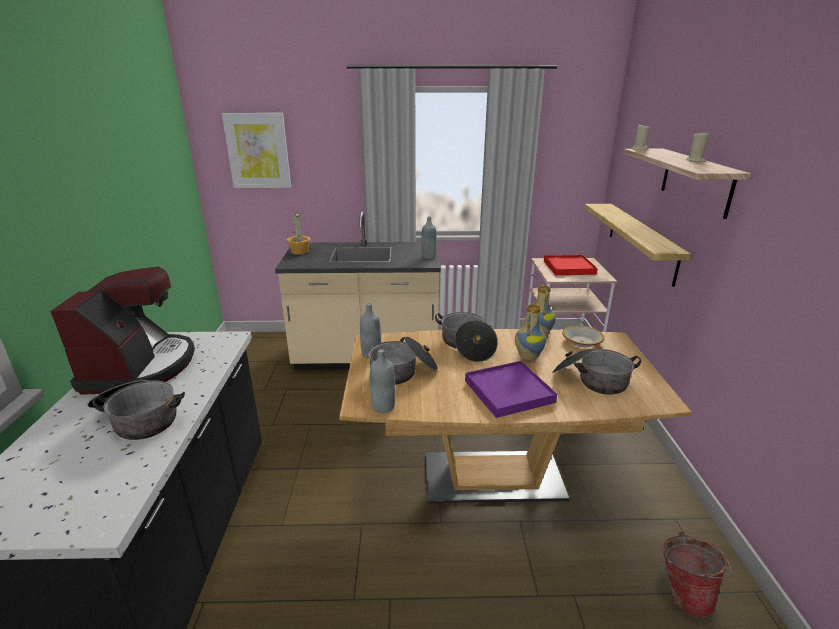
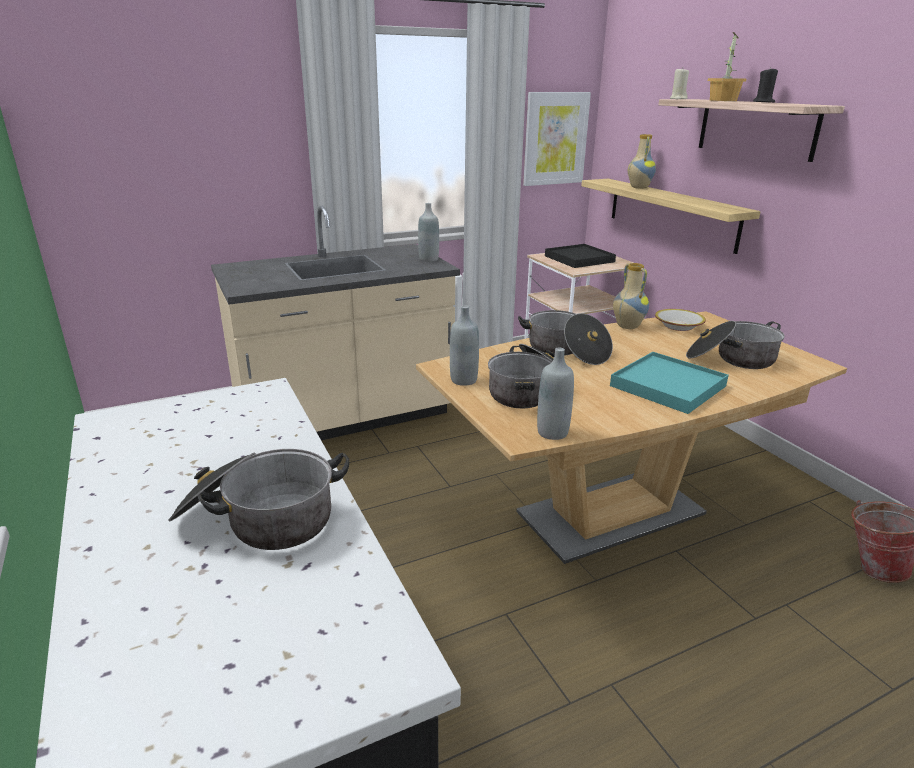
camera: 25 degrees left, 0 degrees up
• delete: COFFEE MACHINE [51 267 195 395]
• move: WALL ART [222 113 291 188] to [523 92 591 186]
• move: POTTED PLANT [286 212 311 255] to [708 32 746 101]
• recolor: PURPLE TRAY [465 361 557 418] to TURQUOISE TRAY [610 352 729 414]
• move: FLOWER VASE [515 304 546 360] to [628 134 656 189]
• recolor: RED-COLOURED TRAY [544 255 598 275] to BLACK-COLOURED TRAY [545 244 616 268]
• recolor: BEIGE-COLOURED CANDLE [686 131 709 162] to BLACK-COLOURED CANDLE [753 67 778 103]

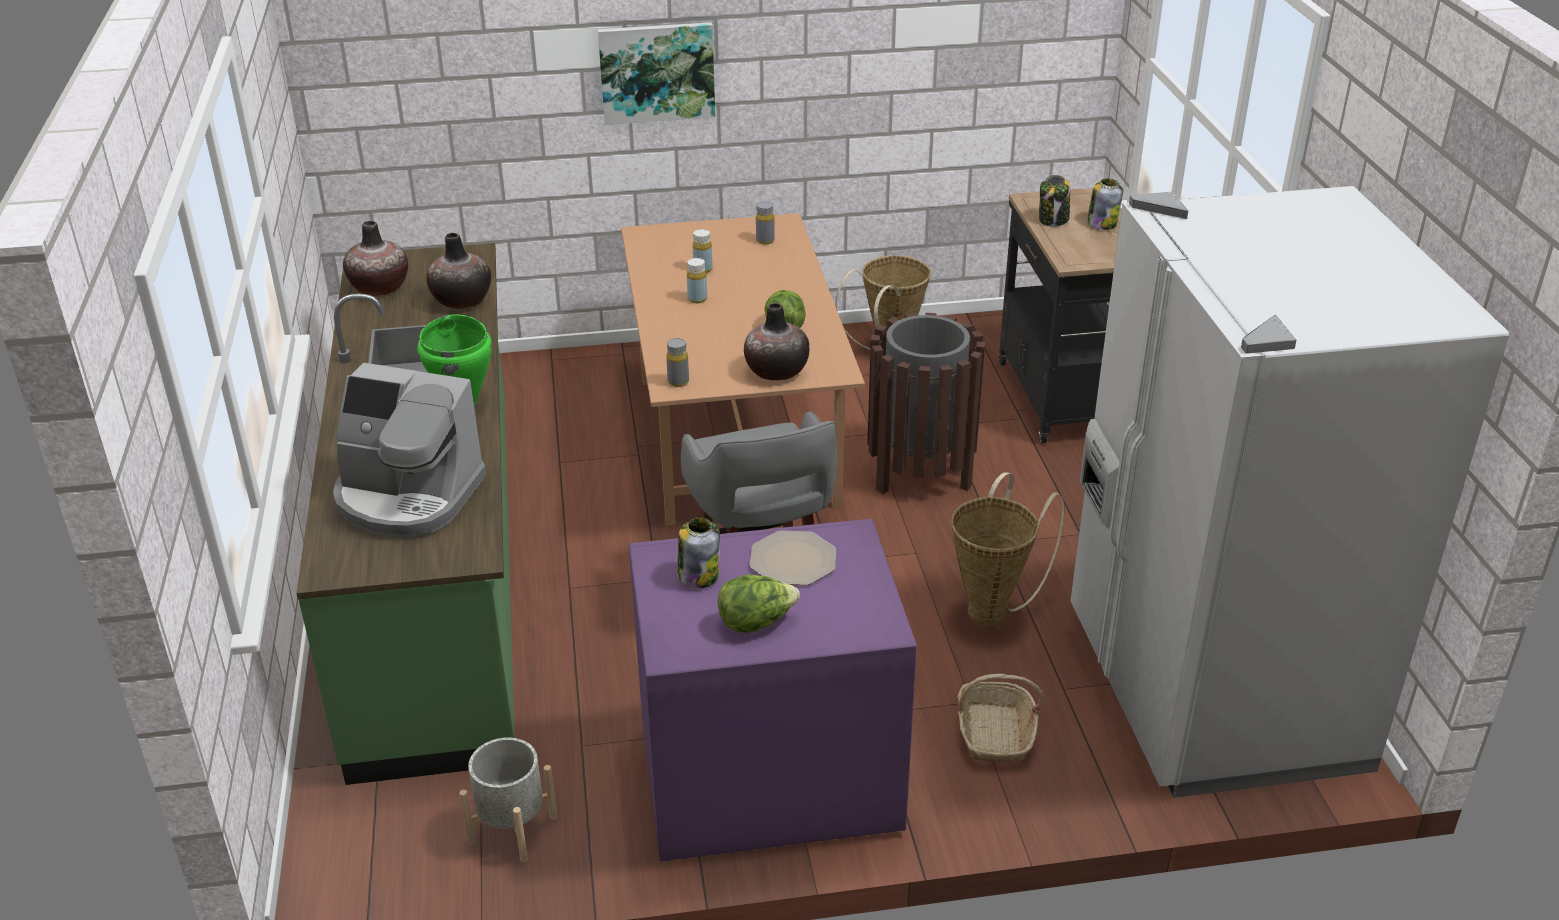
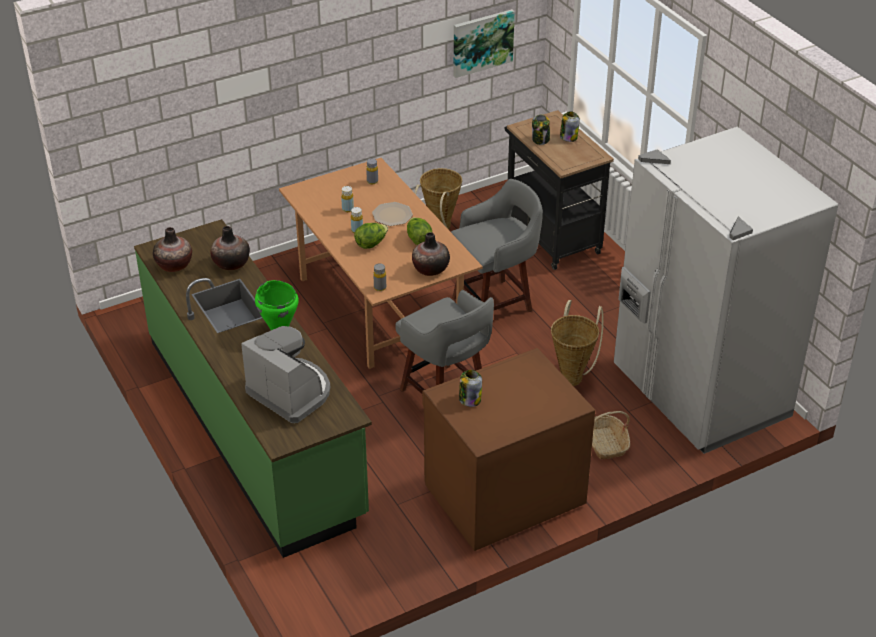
camera: 20 degrees left, 5 degrees up
• rotate: COFFEE MACHINE [333 363 486 537] = [241 326 330 423] 135 degrees counterclockwise
• delete: GRAY PLANTER [460 737 557 862]
• move: WALL ART [598 22 715 125] to [453 9 515 78]
• recolor: PURPLE LAUNDRY MACHINE [629 519 917 862] to BROWN-COLOURED LAUNDRY MACHINE [422 348 595 551]
• move: LETTUCE HEAD [718 574 800 633] to [354 223 388 249]
• move: PLATE [749 531 836 585] to [372 202 413 226]
• replace: BROWN-COLOURED TRASH CAN [867 313 985 494] to GRAY STOOL SEAT [451 179 543 312]

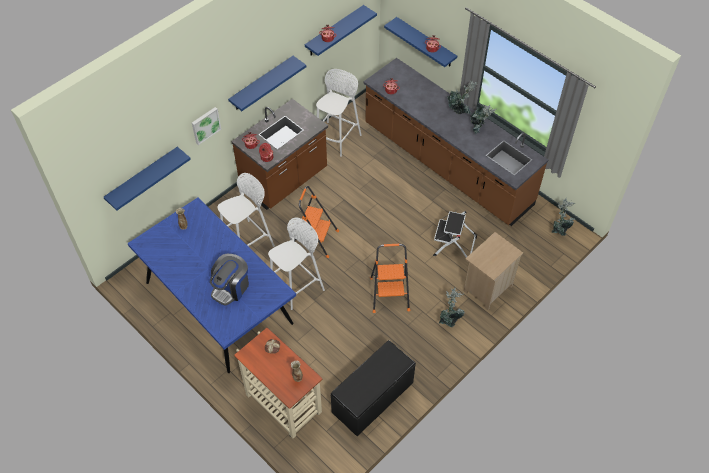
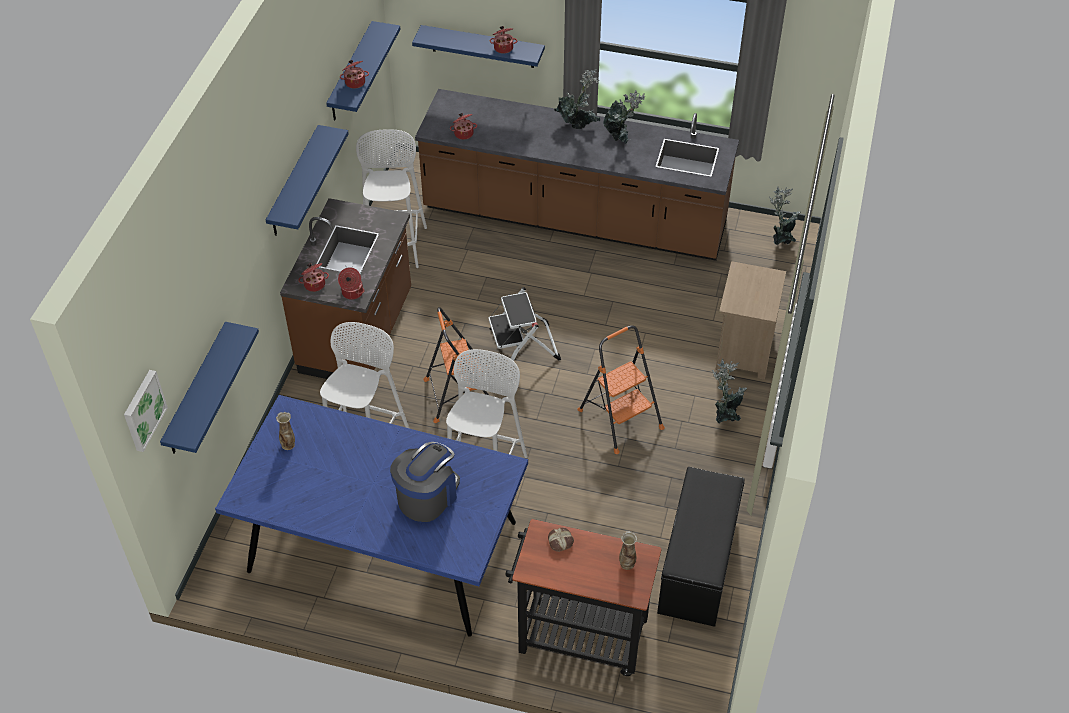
camera: 30 degrees left, 5 degrees down
• move: WALL ART [192 107 221 145] to [124 370 168 452]
• rotate: COFFEE MACHINE [210 254 249 306] = [390 442 460 522] 150 degrees counterclockwise
• recolor: BEIGE-COLOURED TROLLEY [234 328 322 438] to BLACK-COLOURED TROLLEY [505 519 662 676]
• move: STEP LADDER [433 211 477 258] to [489 287 561 369]

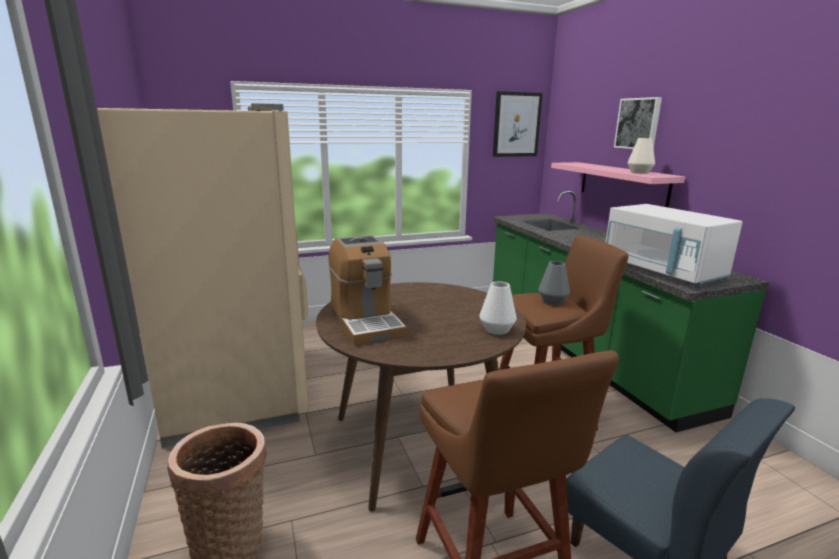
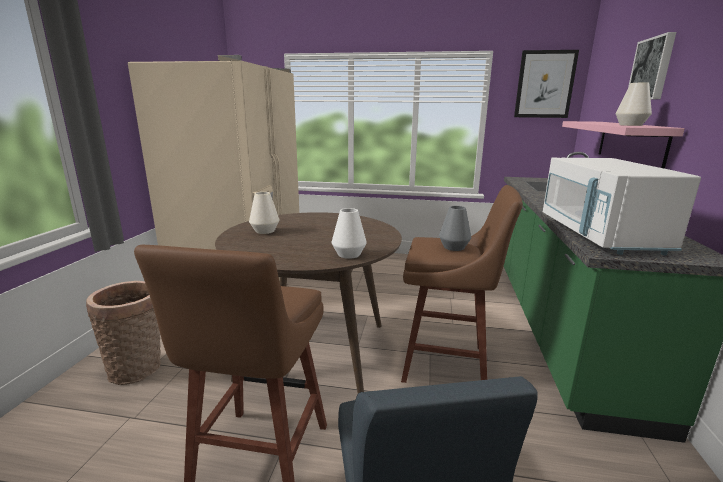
camera: 30 degrees right, 0 degrees up
• replace: COFFEE MACHINE [329 235 407 345] to WHITE-COLOURED FLOWER VASE [249 192 279 234]

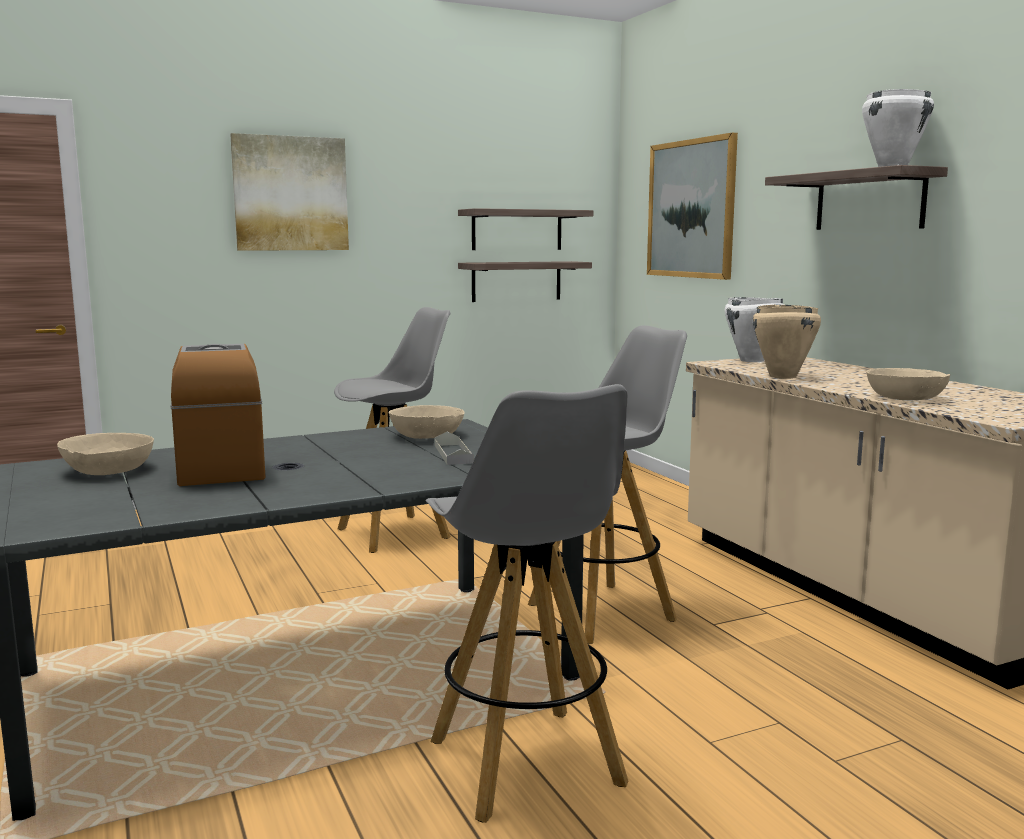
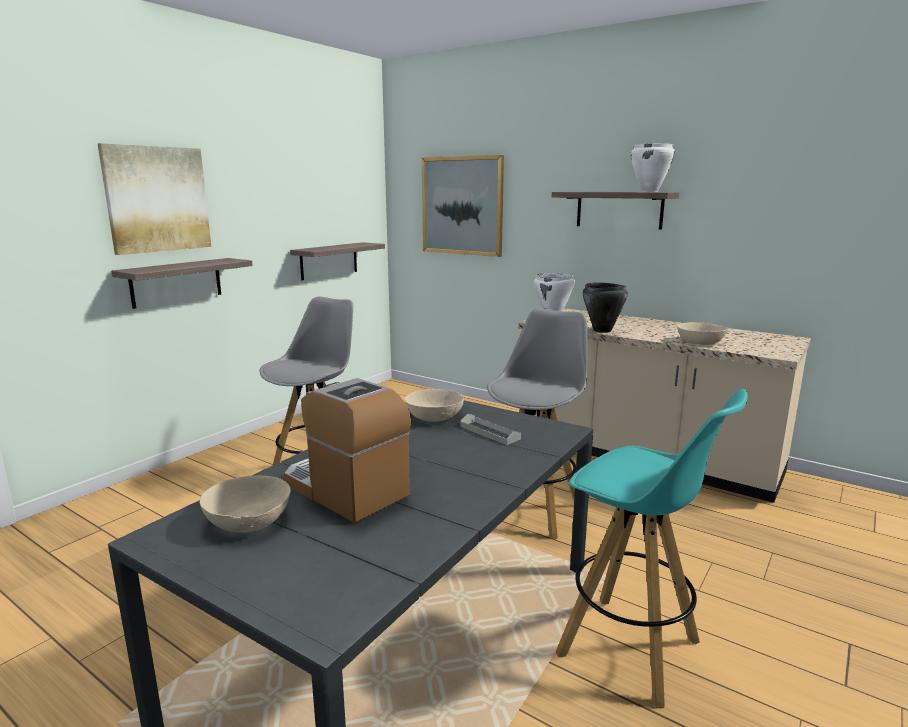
camera: 30 degrees left, 5 degrees up
• recolor: GRAY STOOL SEAT [426 384 628 823] to TURQUOISE STOOL SEAT [556 389 748 708]
• move: SHELF [458 208 593 250] to [111 258 253 309]
• recolor: BEIGE-COLOURED COOKING POT [753 304 821 379] to BLACK-COLOURED COOKING POT [583 282 628 333]

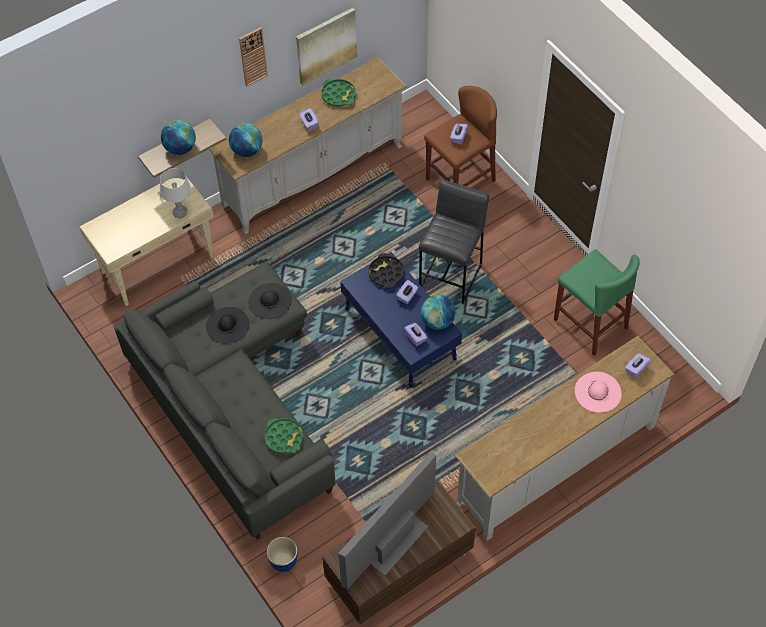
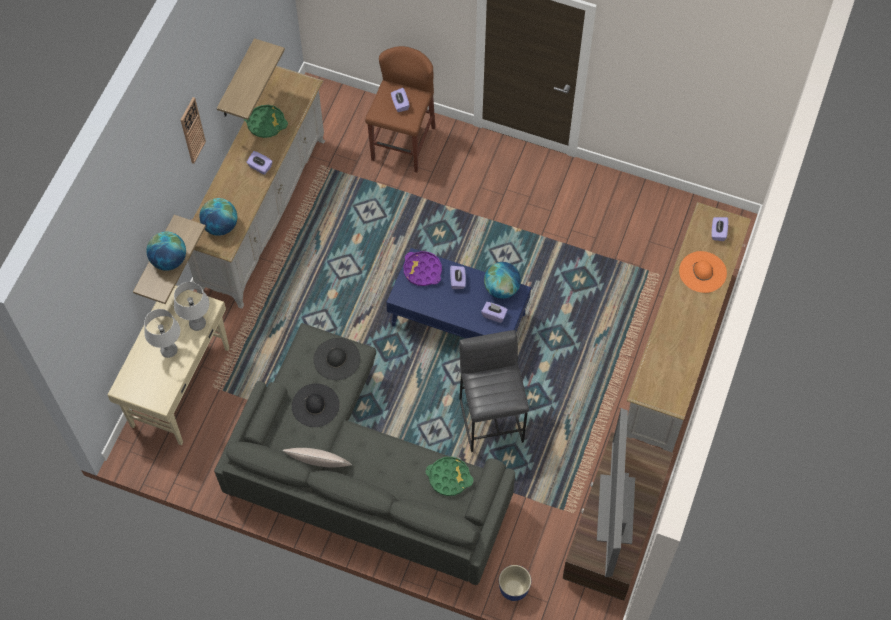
camera: 35 degrees left, 5 degrees up
• replace: WALL ART [296 8 357 86] to SHELF [217 38 285 120]
• recolor: BLACK-COLOURED TRAY [368 253 404 288] to PURPLE TRAY [403 251 442 286]
• move: GRAY STOOL SEAT [419 179 489 304] to [459 330 529 452]
• delete: GREENISH STOOL SEAT [554 249 640 356]
• recolor: PINK HAT [575 372 622 412] to ORANGE-COLOURED HAT [679 251 727 293]
• insert: GRAY LAMP FOR A TABLE [144 309 180 358]
• insert: BEIGE-COLOURED PILLOW [282 448 352 467]

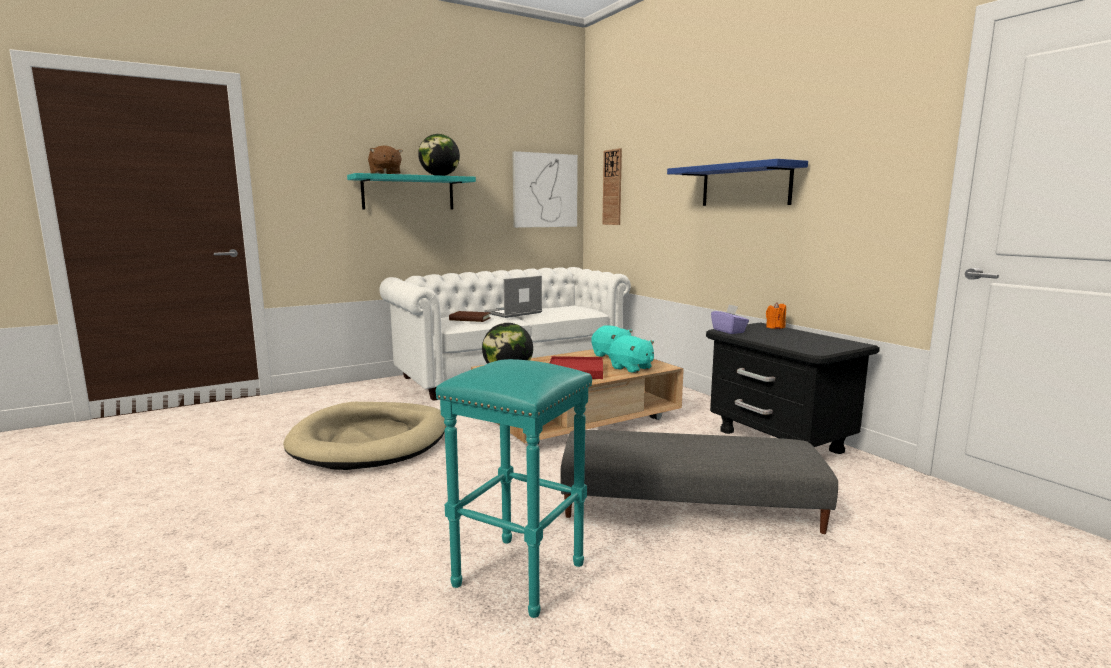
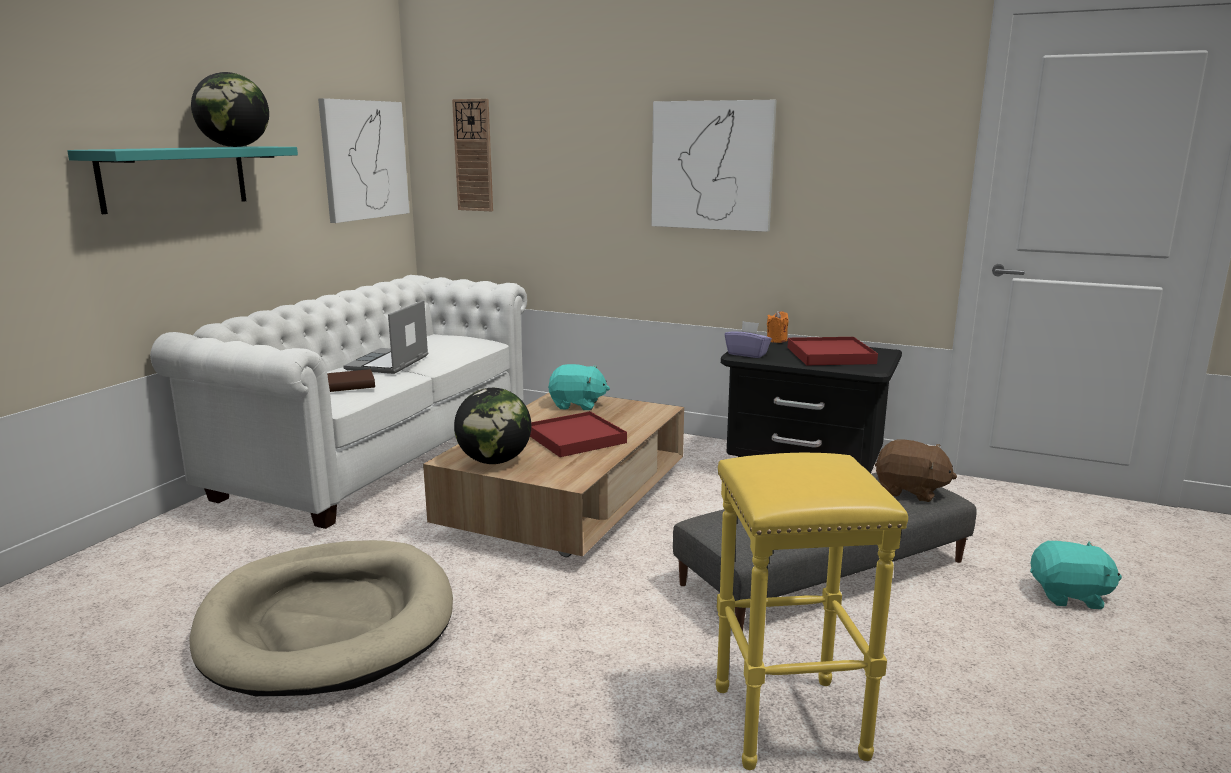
camera: 35 degrees left, 5 degrees up
• move: BROWN-COLOURED PLUSH TOY [368 146 403 174] to [875 439 957 502]
• recolor: TURQUOISE STOOL SEAT [436 359 592 618] to YELLOW-COLOURED STOOL SEAT [716 453 908 770]
• move: TURQUOISE PLUSH TOY [609 336 654 373] to [1030 541 1122 609]
• replace: BLUE-COLOURED SHELF [667 159 808 206] to WALL ART [651 100 777 232]
• insert: RED-COLOURED TRAY [788 337 878 365]

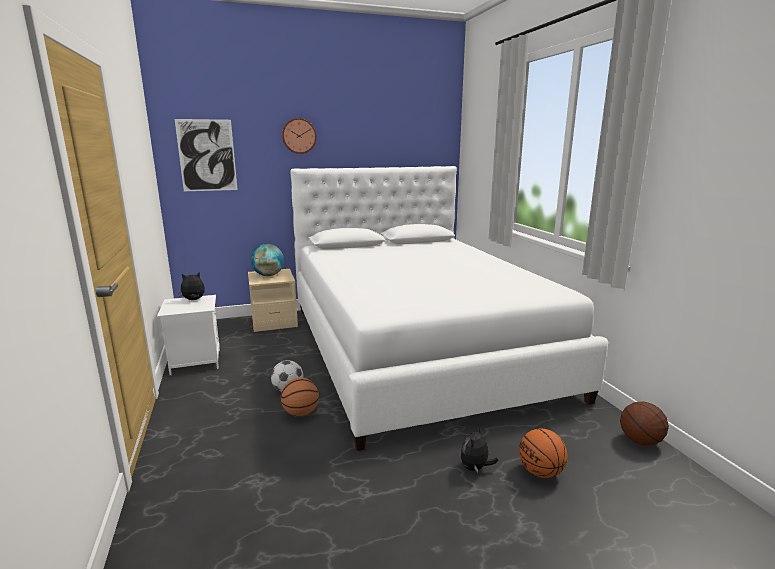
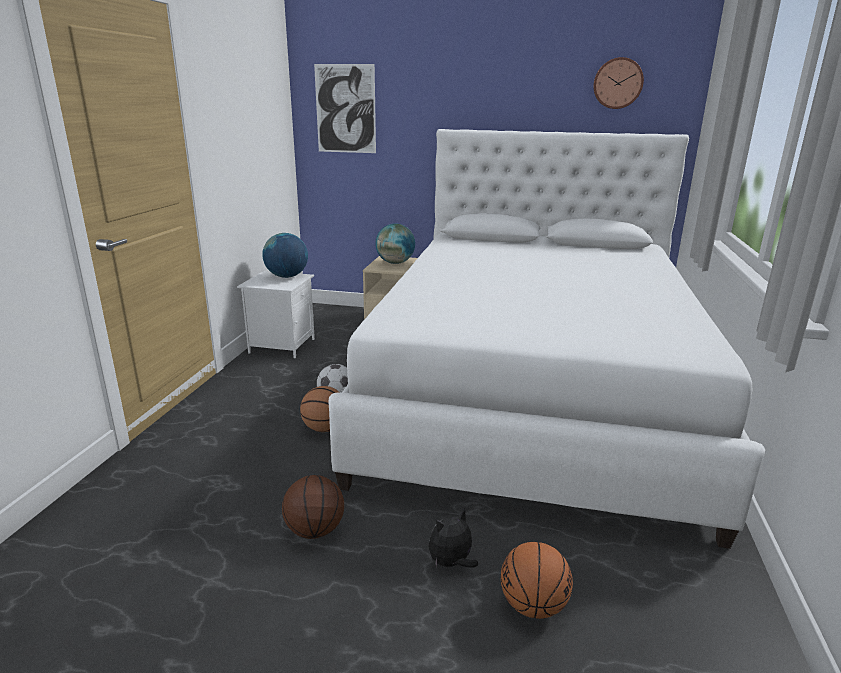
camera: 30 degrees right, 5 degrees up
• replace: PLUSH TOY [178 272 205 300] to DESK GLOBE [262 233 308 278]
• move: CLOCK ON THE WALL [282 118 317 154] to [593 57 644 109]
• move: BASKETBALL BALL [620 401 669 445] to [282 475 344 539]

